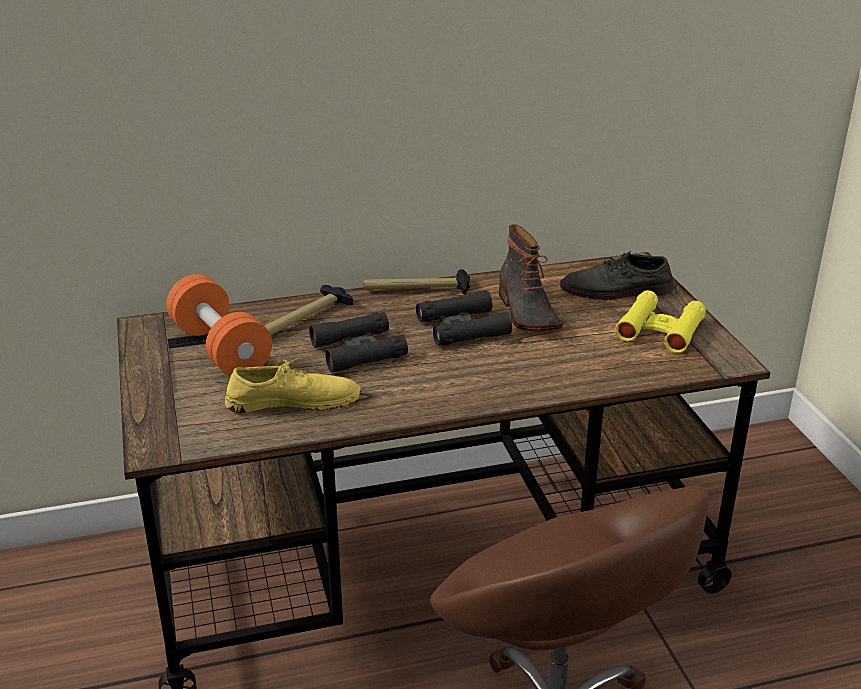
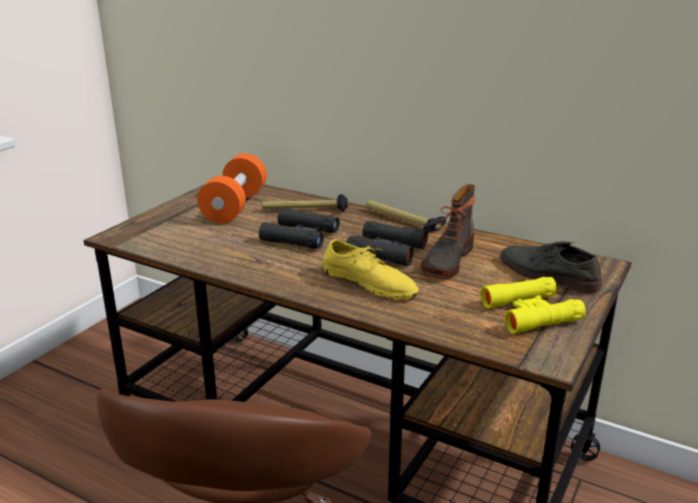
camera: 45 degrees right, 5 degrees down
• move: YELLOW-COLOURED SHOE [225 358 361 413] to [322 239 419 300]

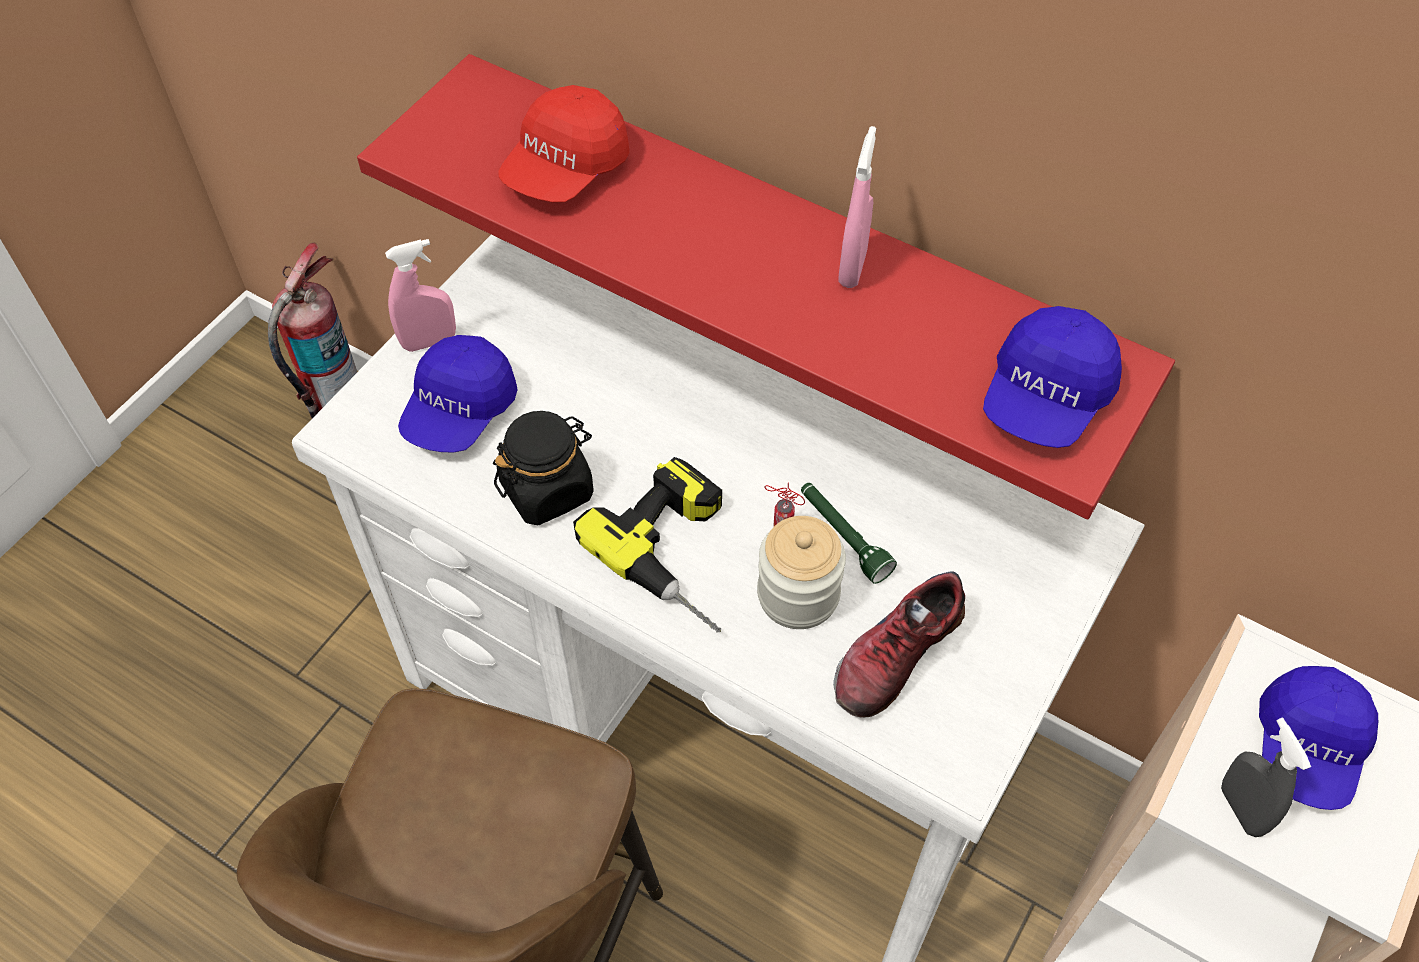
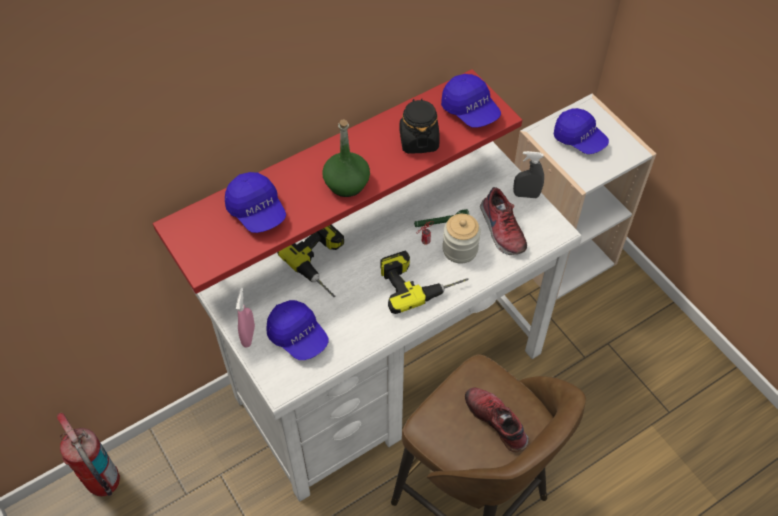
camera: 65 degrees left, 0 degrees up
• move: BLACK-COLOURED JAR [493 411 594 525] to [400 98 440 154]
• recolor: RED-COLOURED CAP [499 85 630 202] to BLUE-COLOURED CAP [225 172 286 233]
• delete: PINK HAND SPRAYER [838 126 876 288]
• move: GRAY HAND SPRAYER [1221 718 1311 837] to [513 151 544 198]
• insert: DRILL [277 224 344 297]
• insert: GREENISH DRINK BOTTLE [322 119 370 197]
• insert: SHOE [465 387 529 453]

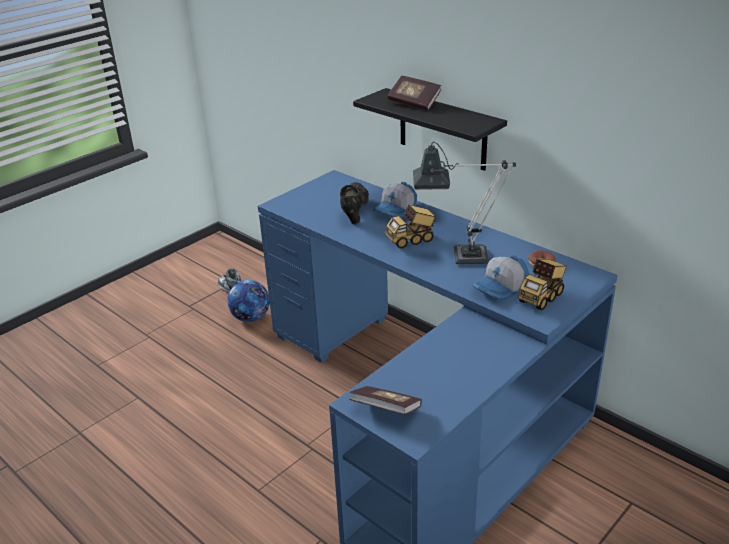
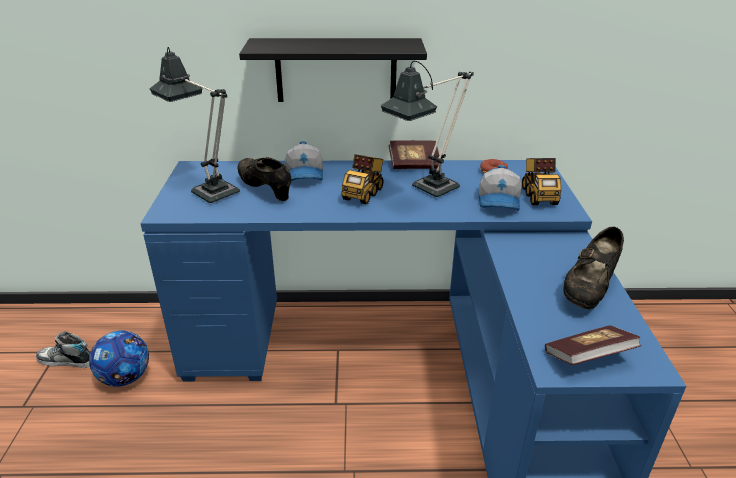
camera: 45 degrees left, 0 degrees up
• move: VOLUME [387 76 442 110] to [389 140 439 169]
• insert: LAMP FOR A TABLE [150 47 240 203]
• insert: BLACK-COLOURED SHOE [563 227 624 309]

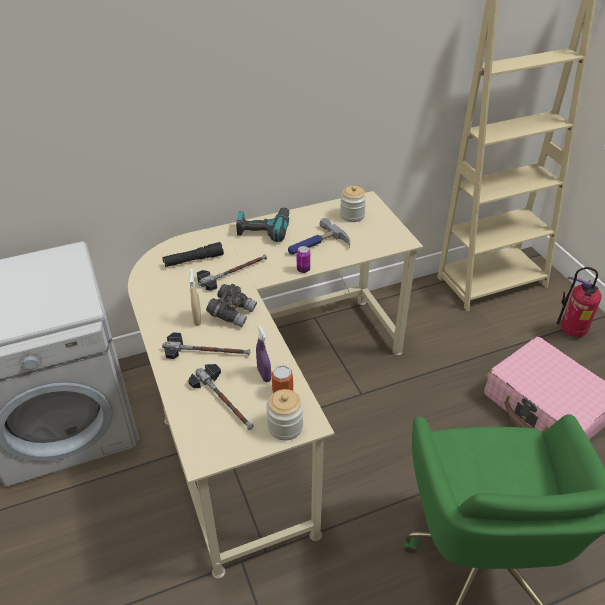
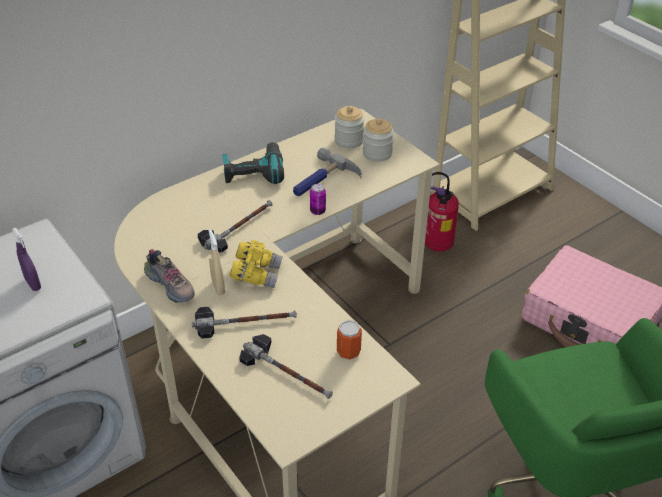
camera: 15 degrees left, 0 degrees up
• delete: BLACK-COLOURED FLASHLIGHT [162 242 224 267]
• recolor: GRAY PAIR OF BINOCULARS [206 284 257 327] to YELLOW-COLOURED PAIR OF BINOCULARS [229 240 283 288]
• move: PURPLE HAND SPRAYER [256 326 271 382] to [12 227 41 291]
• move: JAR [266 389 303 440] to [363 118 394 162]
• move: FIRE-FIGHTING CYLINDER [557 267 602 337] to [425 172 459 252]
• insert: SHOE [144 249 195 303]

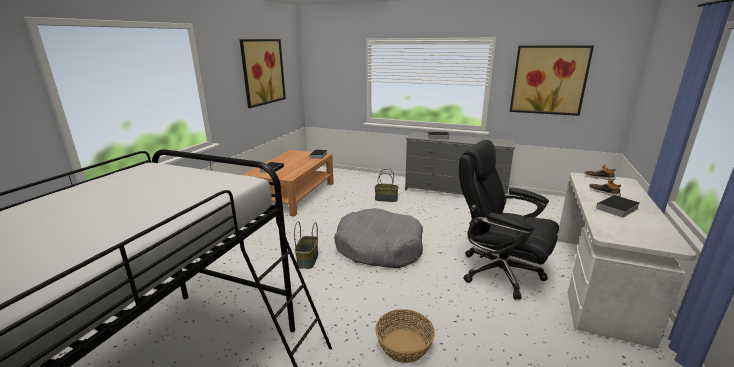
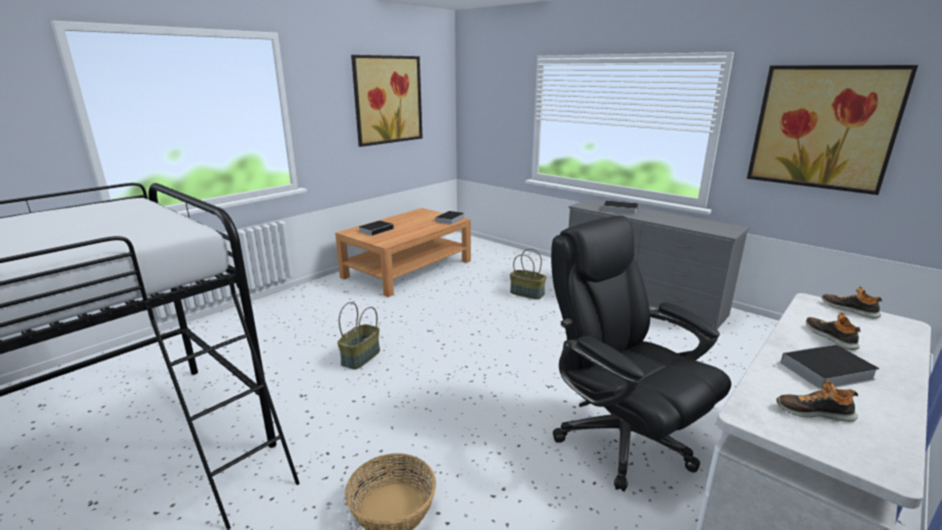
camera: 20 degrees right, 0 degrees up
• delete: GRAY DOG CUSHION [334 208 423 268]
• insert: SHOE [776 381 858 422]

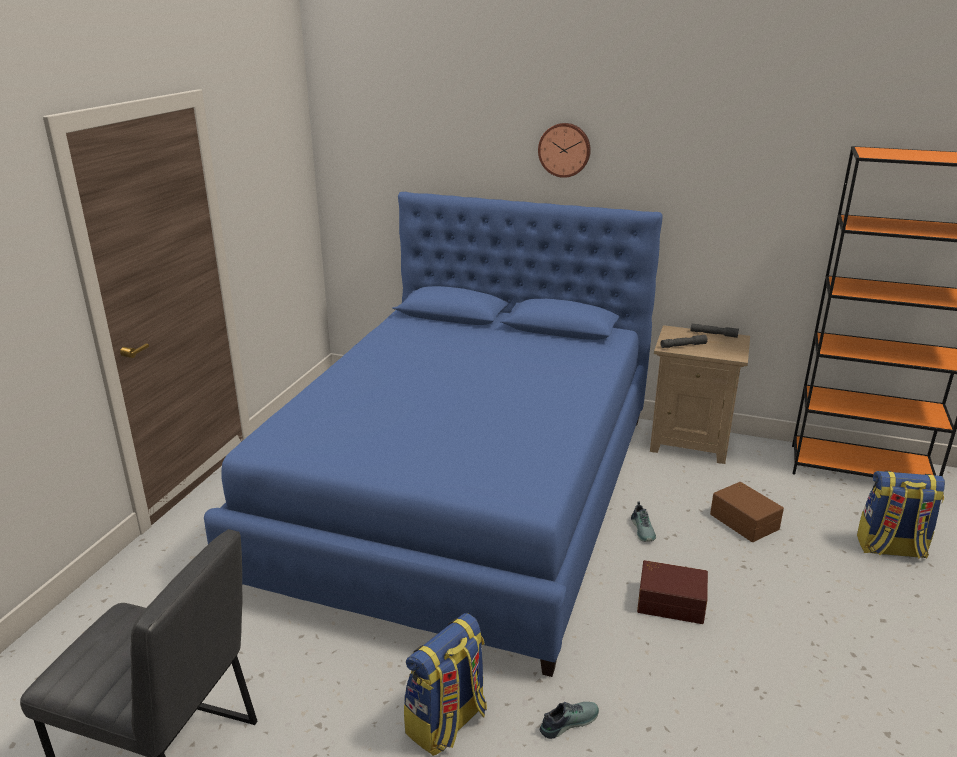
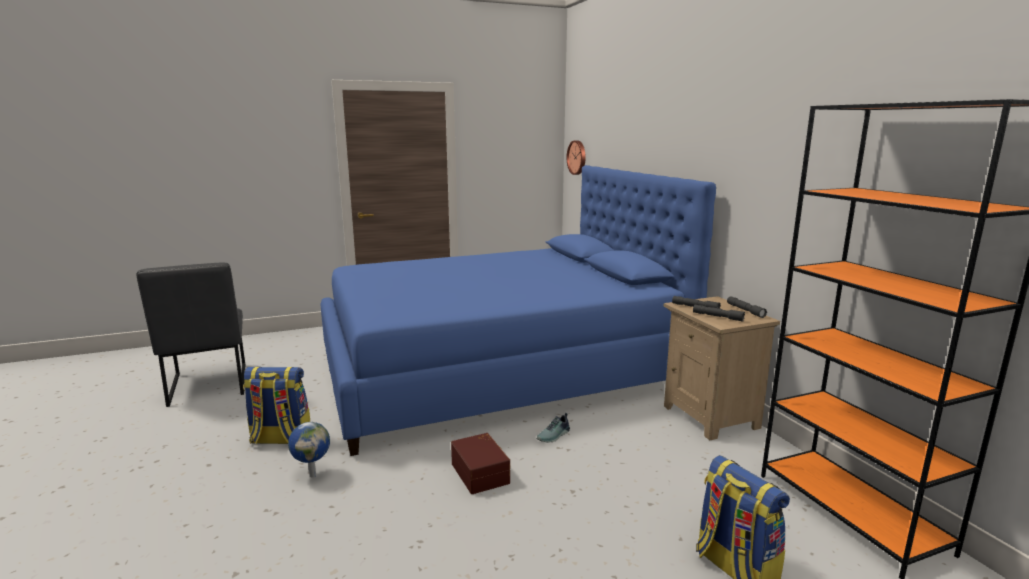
camera: 50 degrees right, 10 degrees down
• move: CLOCK ON THE WALL [538 123 591 178] to [567 140 586 175]
• replace: SHOE [540 702 599 739] to DESK GLOBE [288 422 330 477]
• delete: BROWN-COLOURED STORAGE BIN [710 482 784 542]
• insert: GRAY FLASHLIGHT [693 305 745 322]

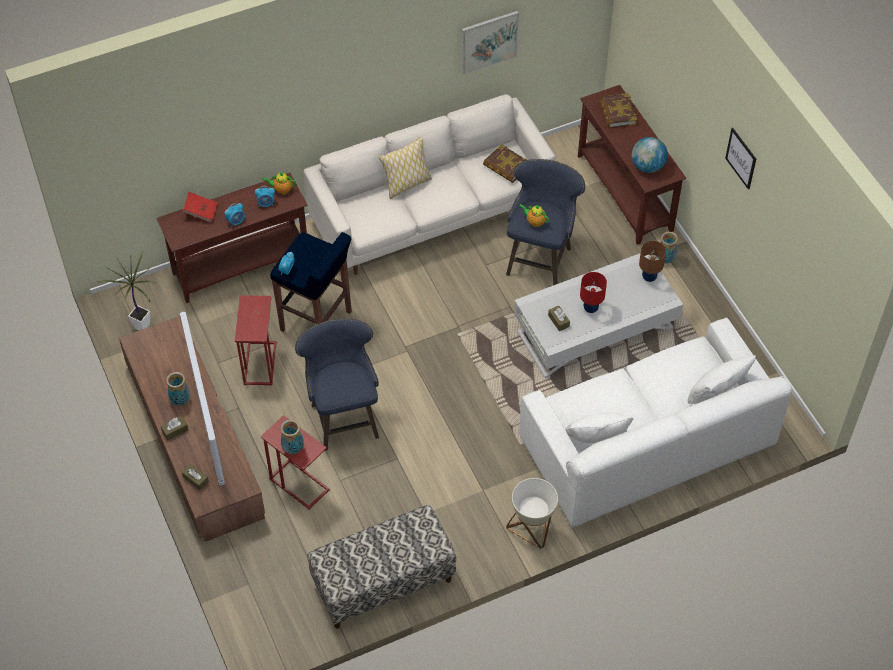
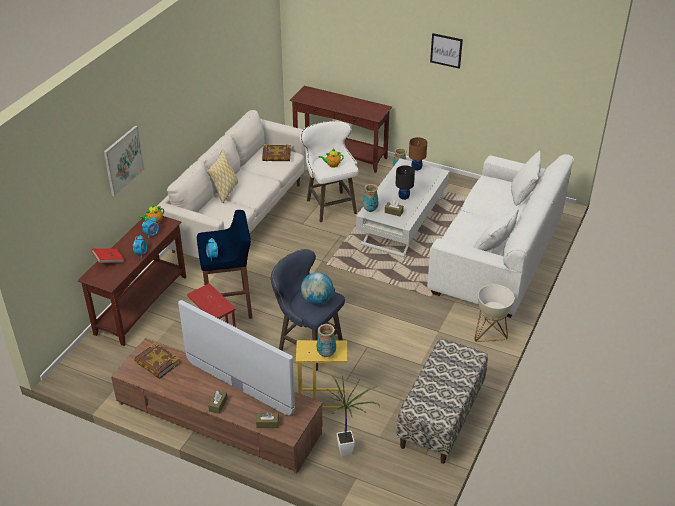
camera: 40 degrees left, 15 degrees down
• move: POTTED PLANT [97 251 157 330] to [326 375 380 456]
• move: FLOWER VASE [166 372 190 406] to [363 184 379 212]
• recolor: RED-COLOURED END TABLE [261 415 330 510] to YELLOW-COLOURED END TABLE [296 340 347 409]
• move: WALL ART [461 11 519 74] to [104 125 145 196]
• recolor: BLUE-COLOURED STOOL SEAT [506 159 585 285] to WHITE-COLOURED STOOL SEAT [300 121 358 222]
• recolor: RED-COLOURED LAMP FOR A TABLE [580 272 607 313] to BLACK-COLOURED LAMP FOR A TABLE [396 165 415 200]
• move: VOLUME [600 93 637 128] to [134 343 179 379]
• move: DESK GLOBE [632 137 668 173] to [301 272 334 305]

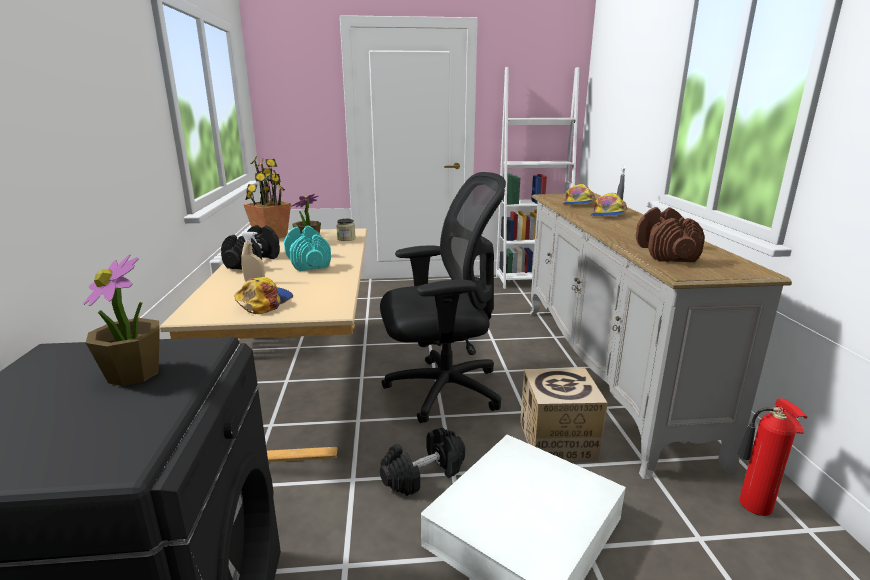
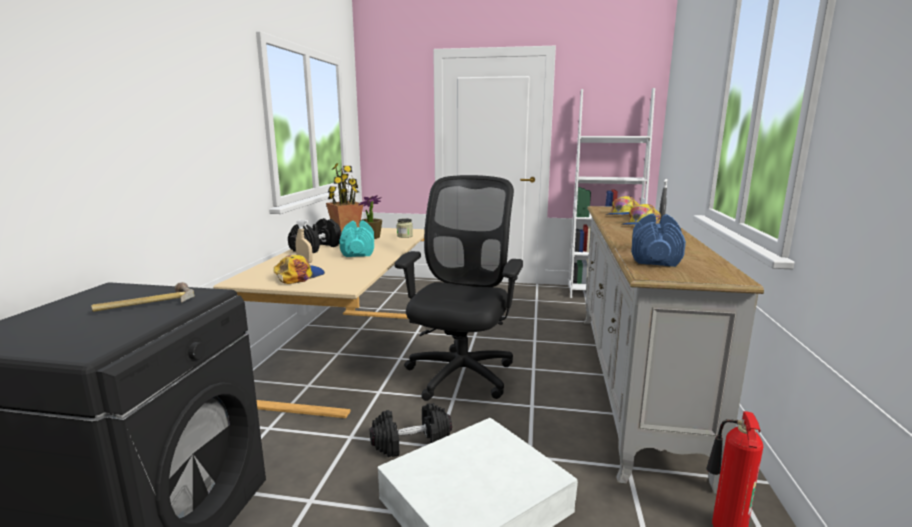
camera: 15 degrees right, 5 degrees down
• replace: POTTED PLANT [83 255 160 386] to HAMMER [91 282 195 312]
• rotate: BLACK-COLOURED COMPUTER CHAIR [380 172 506 423] = [394 175 523 401] 75 degrees counterclockwise
• delete: CARTON [520 368 608 461]
• recolor: BROWN-COLOURED HAND WEIGHT [636 207 705 262] to BLUE-COLOURED HAND WEIGHT [631 214 686 267]

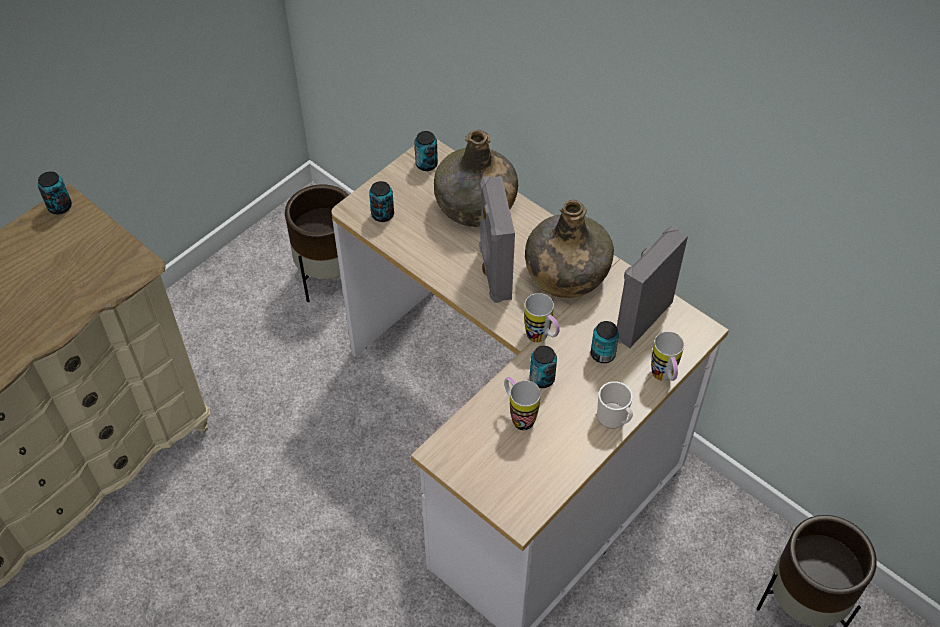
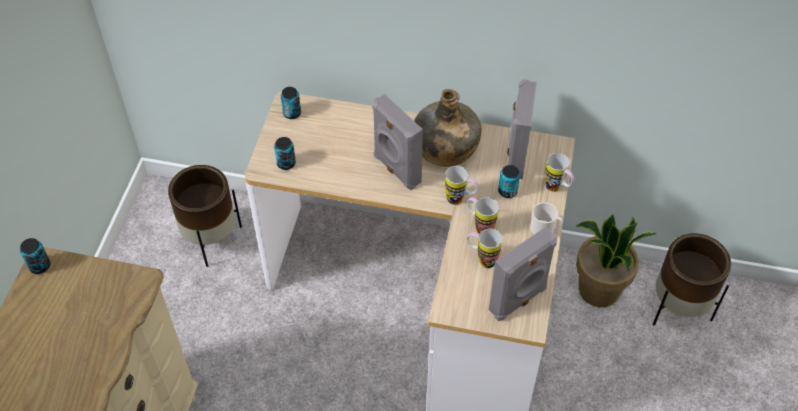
camera: 30 degrees left, 0 degrees up
• delete: GREENISH DRINK BOTTLE [434 129 518 227]
• replace: CAN [529 346 557 388] to MUG [467 197 499 234]
• insert: GRAY SPEAKER [489 227 557 321]
• insert: POTTED PLANT [576 214 657 307]

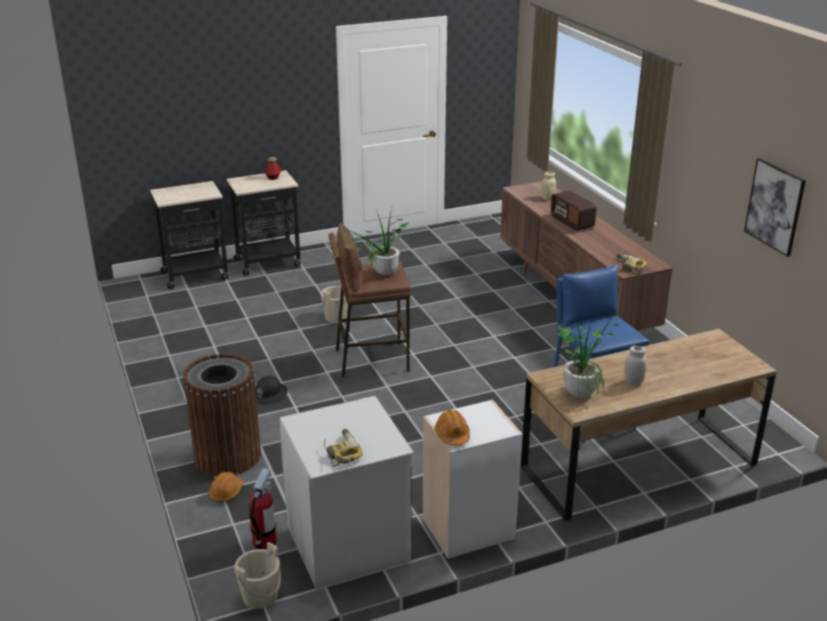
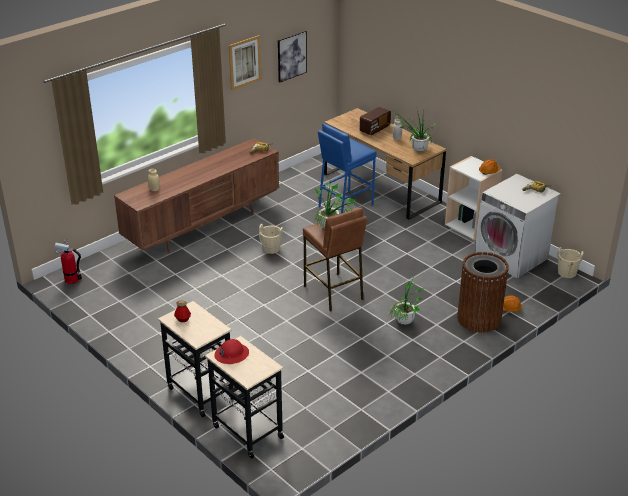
camera: 110 degrees left, 5 degrees up
• move: FIRE-FIGHTING CYLINDER [249 468 276 550] to [54 239 82 284]
• replace: BLACK-COLOURED HARD HAT [255 376 288 404] to POTTED PLANT [389 278 425 325]
• move: BEIGE-COLOURED WATER BUCKET [321 281 348 323] to [259 224 283 254]
• move: RADIO RECEIVER [550 190 597 231] to [359 107 391 136]
• insert: RED-COLOURED HARD HAT [214 339 249 364]
• insert: WALL ART [229 35 261 90]

